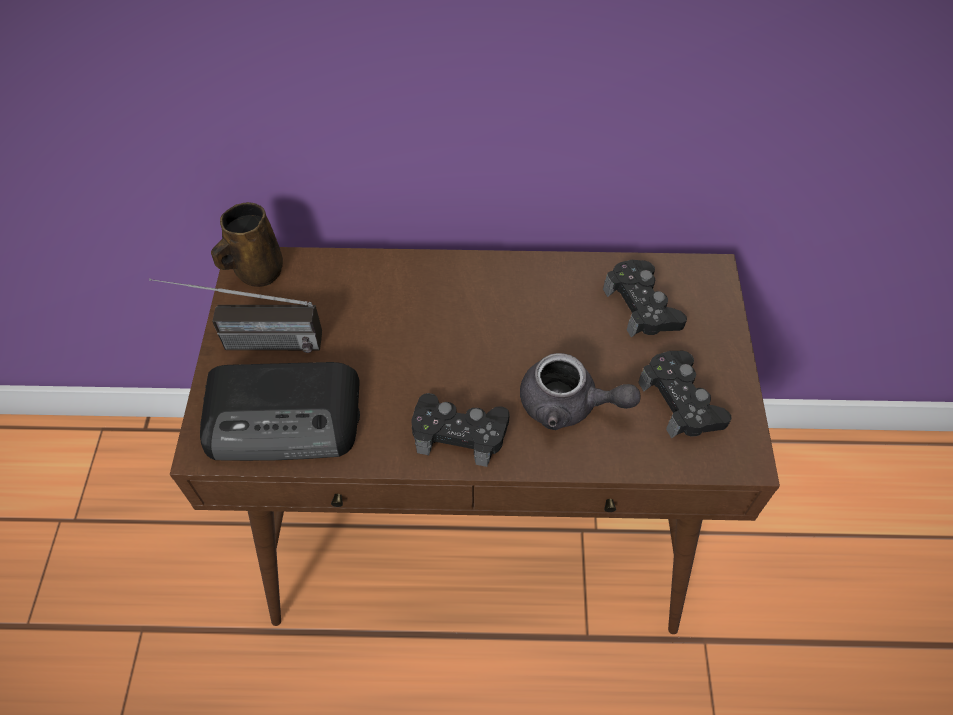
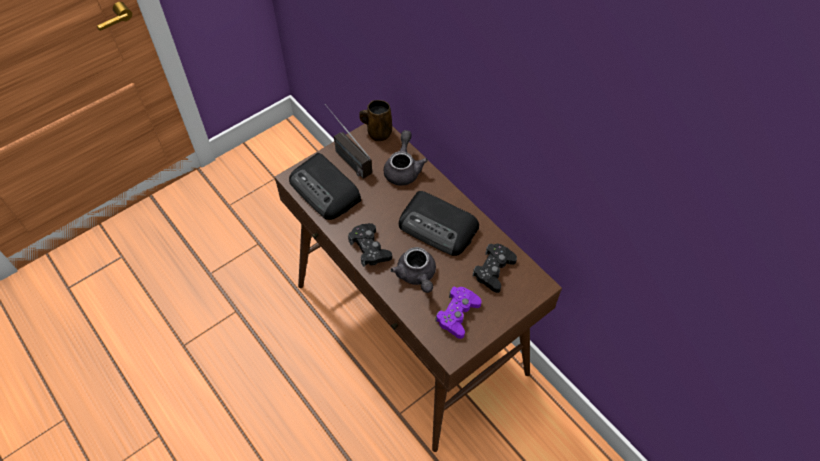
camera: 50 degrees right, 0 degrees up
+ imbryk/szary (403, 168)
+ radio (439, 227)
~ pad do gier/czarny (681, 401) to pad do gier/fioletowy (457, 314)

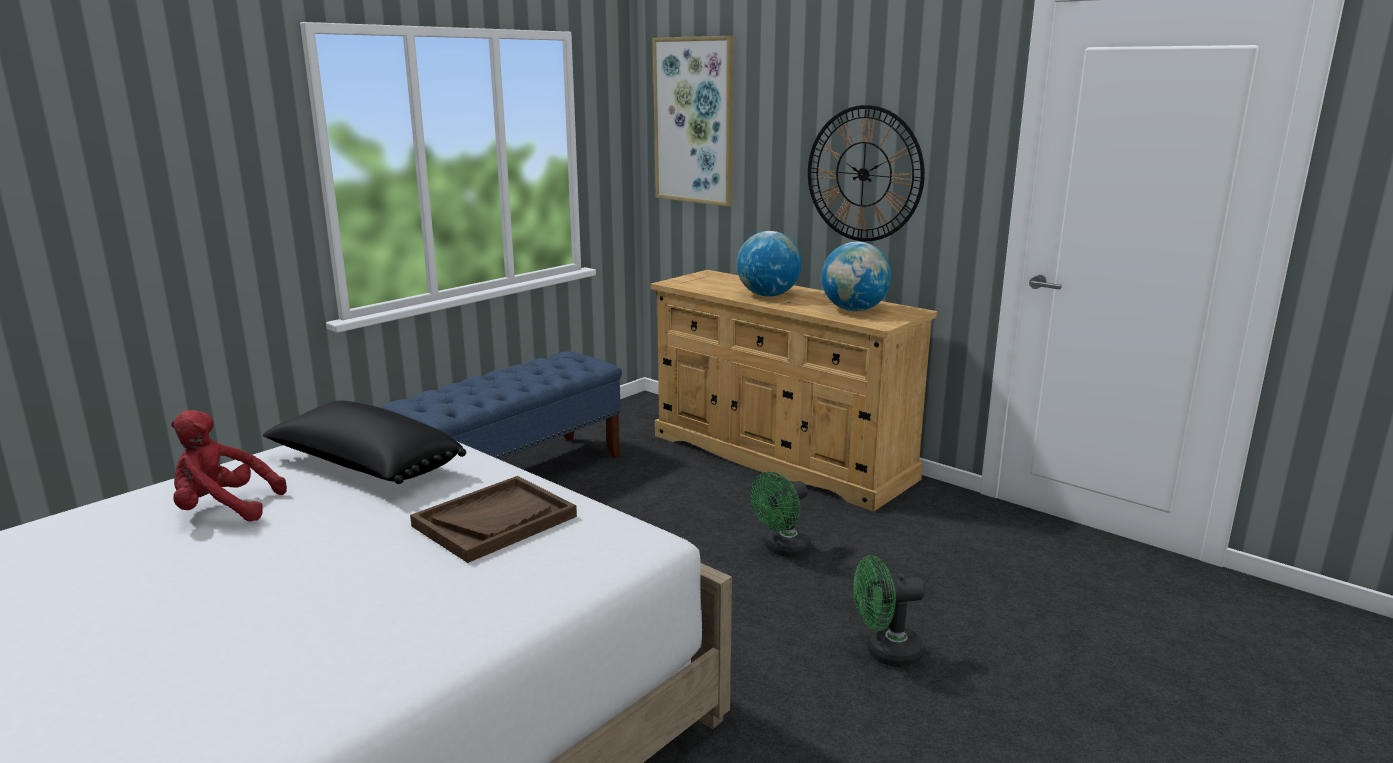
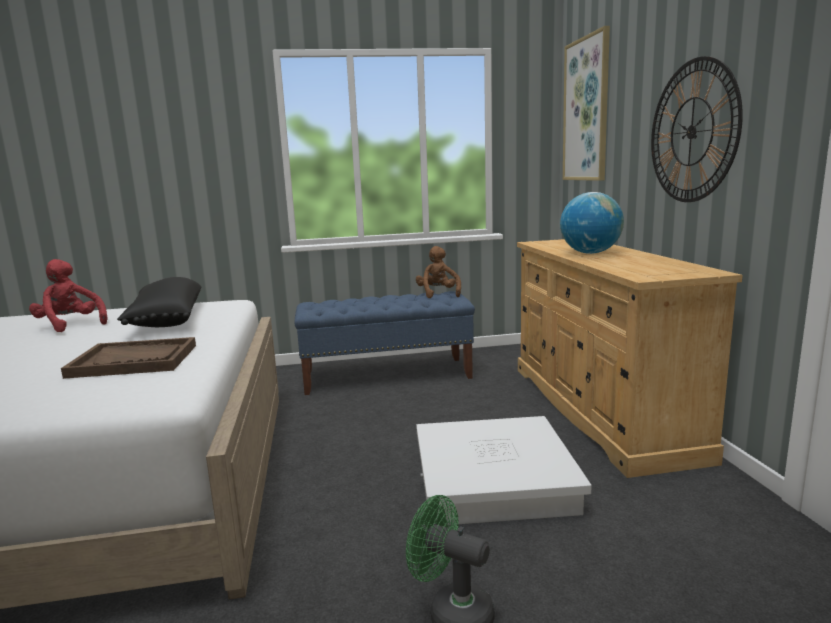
camera: 40 degrees right, 5 degrees down
- globus (854, 310)
+ pluszak/brązowy (438, 294)
~ wentylator/zielony (782, 549) to pojemnik do przechowywania/biały (494, 480)

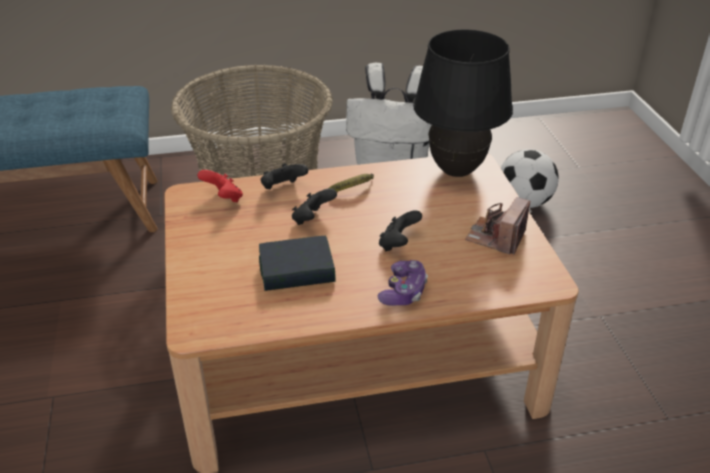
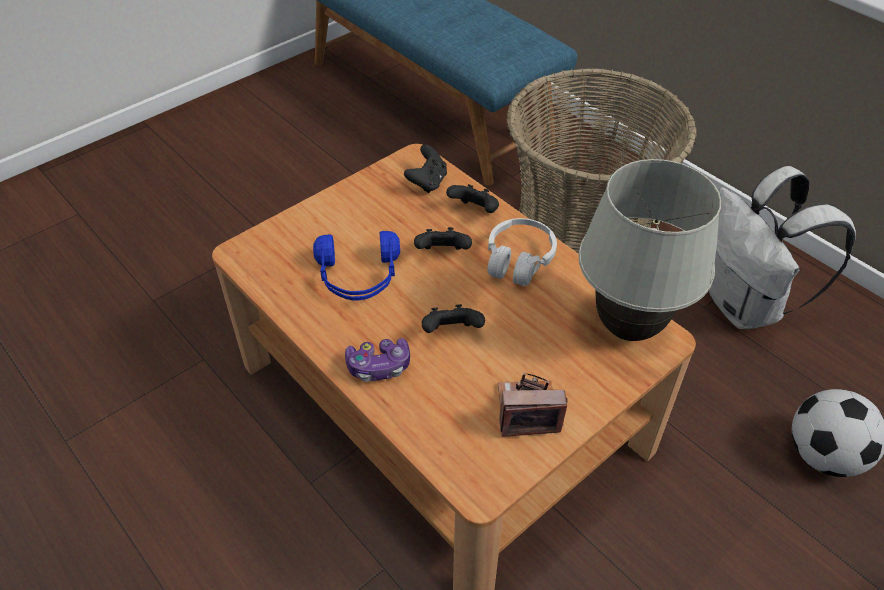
camera: 60 degrees right, 10 degrees up
~ książka (296, 270) to słuchawki/niebieski (358, 277)
~ banan (354, 189) to słuchawki/biały (519, 260)
~ pad do gier/czerwony (223, 198) to pad do gier/czarny (427, 182)
~ lampa stołowa/czarny (456, 171) to lampa stołowa/biały (627, 328)

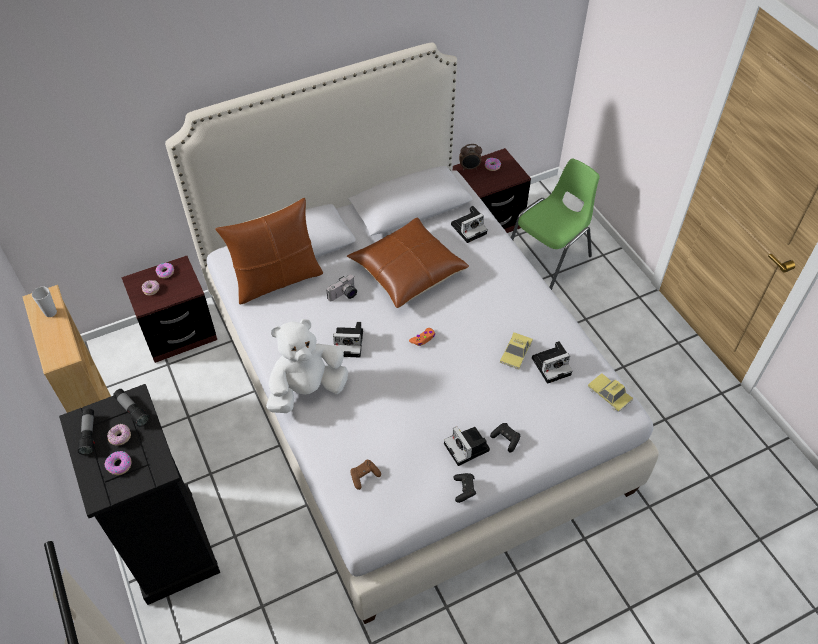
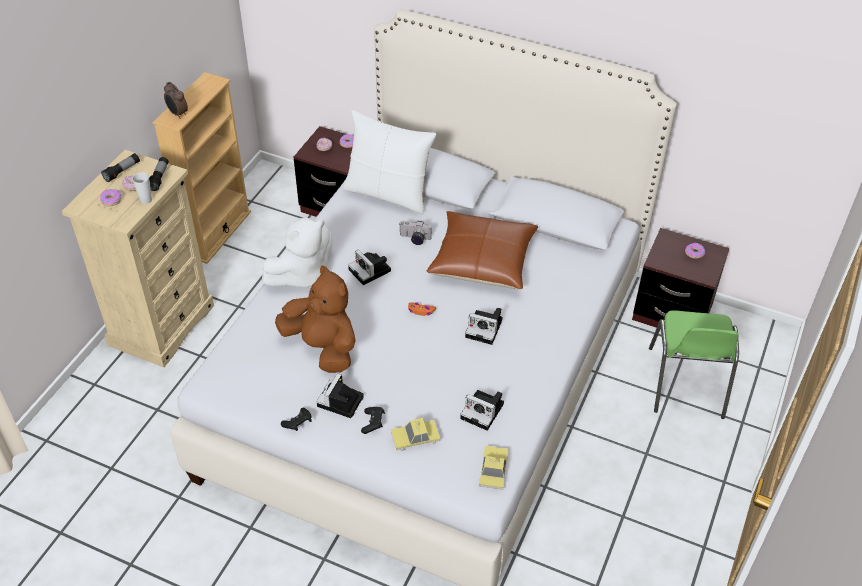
camera: 50 degrees right, 5 degrees down
- pad do gier/brązowy (364, 476)
+ pluszak/brązowy (322, 347)
~ filiżanka (50, 312) to (146, 200)
~ aparat fotograficzny (469, 228) to (485, 328)
~ budzik (469, 168) to (177, 114)
~ samochodzik (515, 353) to (415, 438)
~ komoda/czarny (169, 545) to komoda/beżowy (161, 324)
~ poduszka/brązowy (277, 280) to poduszka/biały (388, 194)
~ pluszak/biały (307, 390) = (302, 275) 120 degrees clockwise
~ krzesło/zielony (549, 258) = (686, 384) 90 degrees clockwise

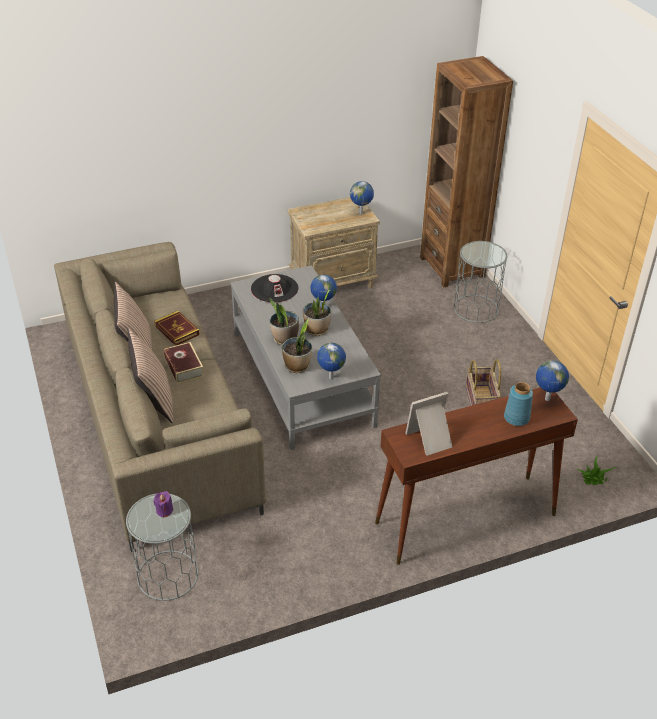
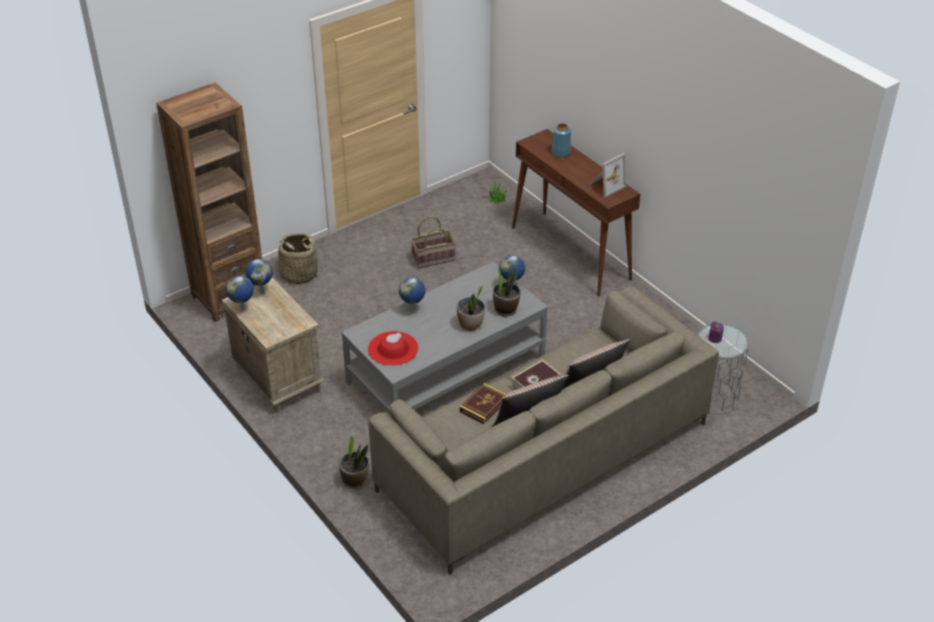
camera: 105 degrees left, 0 degrees up
~ roślina doniczkowa (317, 330) to (355, 480)
~ globus (546, 399) to (243, 309)
~ stolik/szary (476, 309) to koszyk (298, 274)
~ kapelusz/czarny (274, 288) to kapelusz/czerwony (393, 348)
~ ramka na zdjęcie (431, 440) = (605, 185) 90 degrees counterclockwise

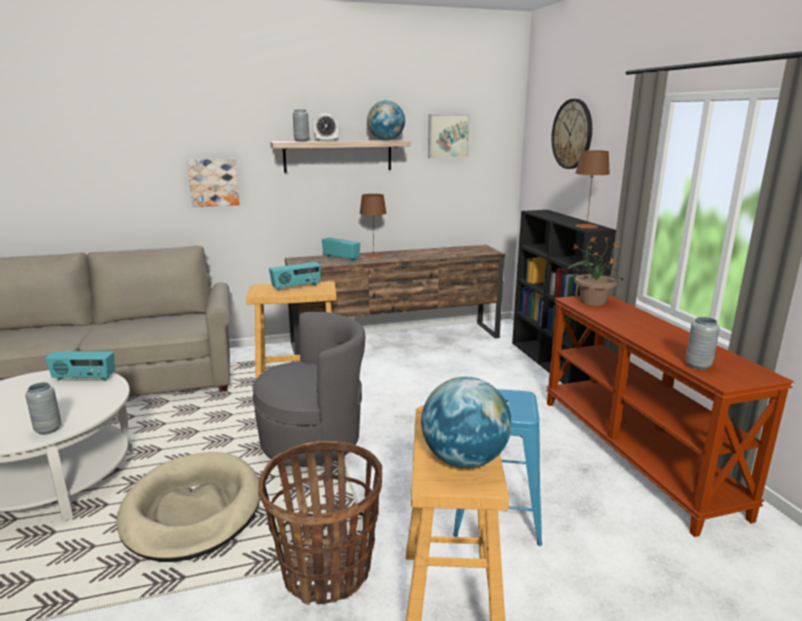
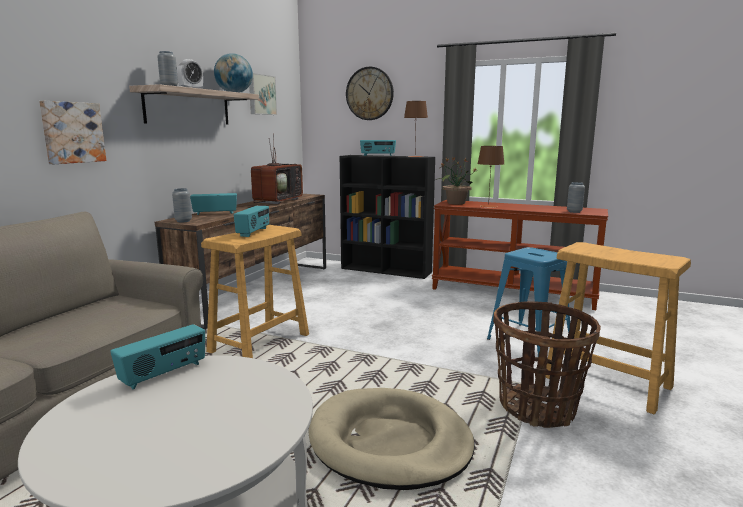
camera: 50 degrees left, 5 degrees down
- fotel/szary (313, 441)
- globus (464, 460)
+ telewizor (278, 200)
+ radio (377, 155)
~ wazon/szary (48, 429) to (183, 221)
~ lampa stołowa/brązowy (373, 255) to (488, 206)

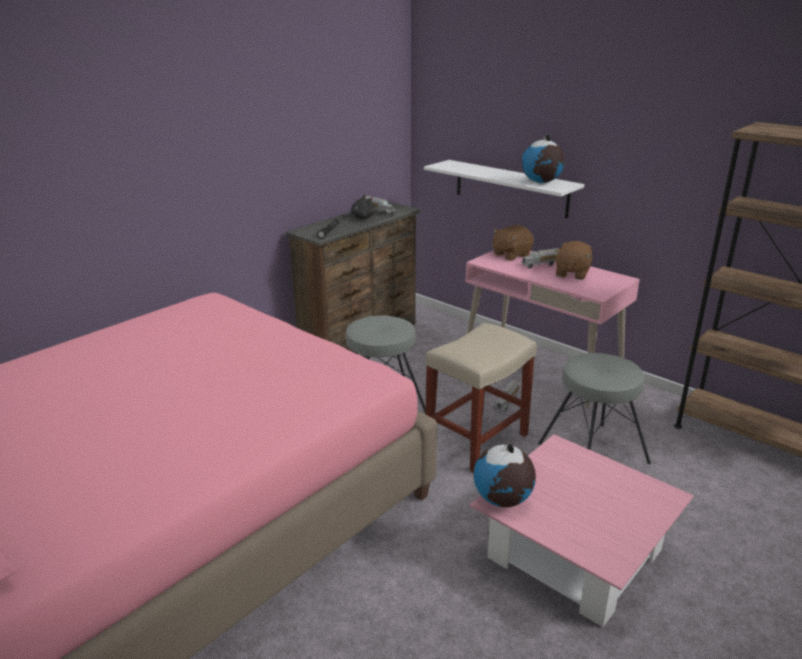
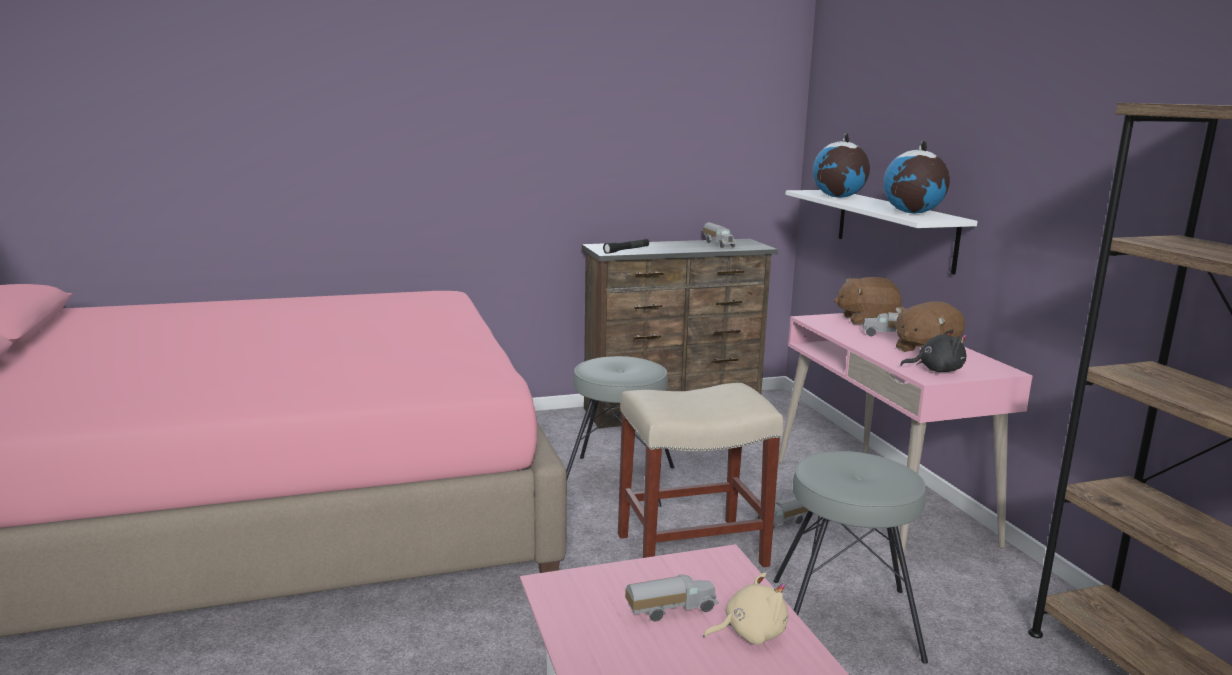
camera: 30 degrees right, 10 degrees down
+ ciężarówka zabawkowa (670, 610)
+ pluszak/beżowy (750, 633)
~ pluszak/czarny (361, 218) to (936, 370)
~ globus (502, 500) to (838, 197)

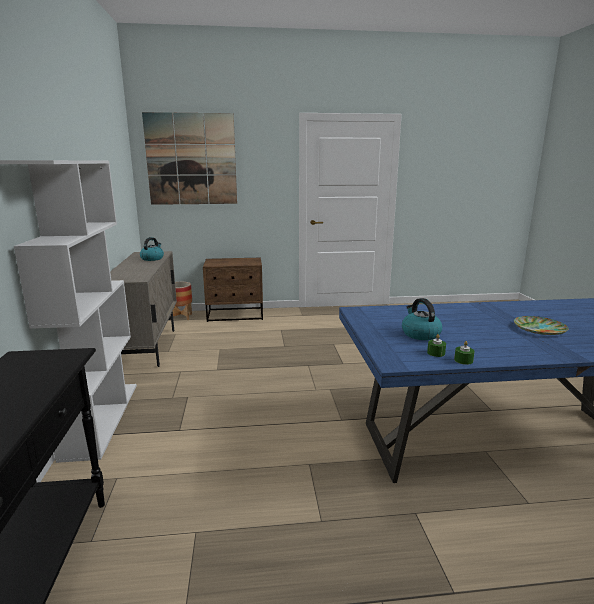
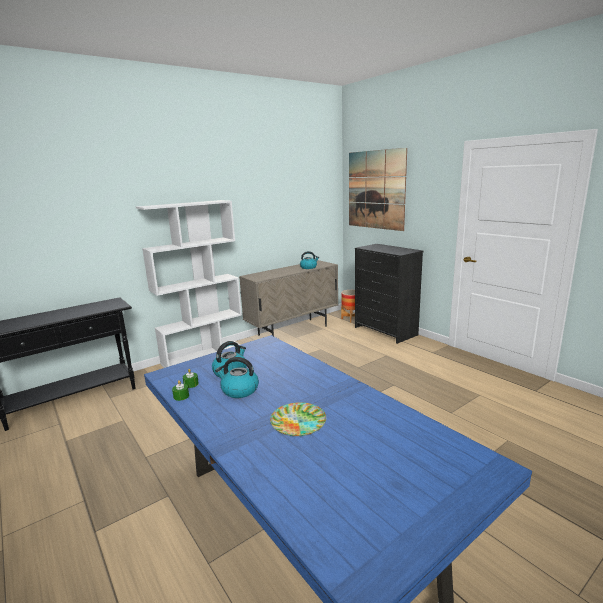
camera: 60 degrees right, 0 degrees up
+ czajnik (239, 390)
~ szafka nocna/brązowy (235, 315) to komoda/czarny (385, 331)

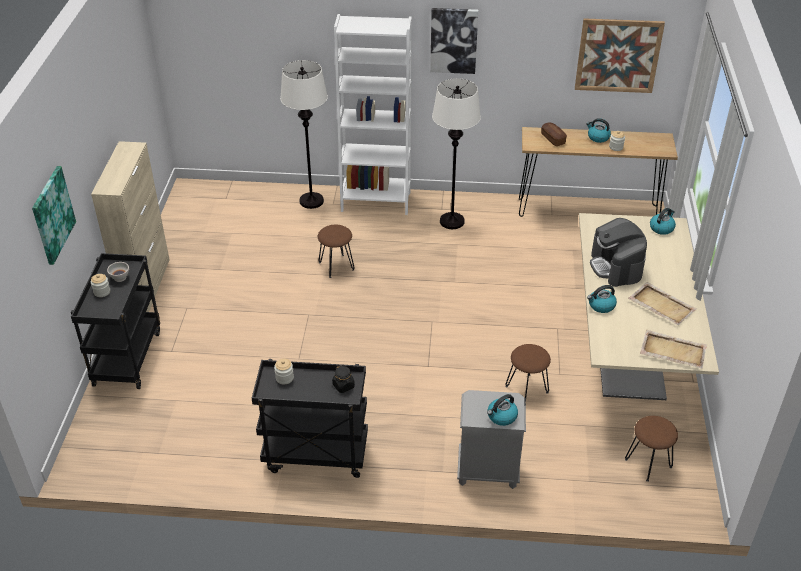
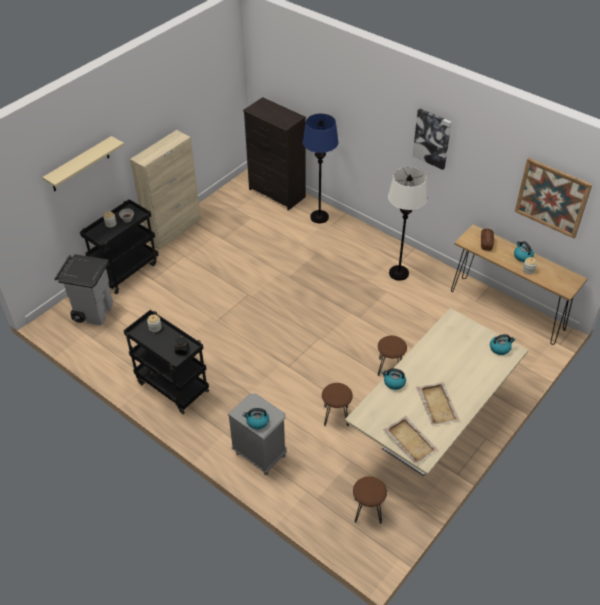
camera: 35 degrees right, 5 degrees up
- regał/biały (376, 201)
- ekspres do kawy (616, 267)
+ kosz na śmieci/szary (93, 311)
+ komoda/czarny (277, 194)
~ stołek/brązowy (336, 266) to (389, 367)
~ obraz (52, 215) to półka/beżowy (80, 164)
~ lampa stojąca/biały (311, 201) to lampa stojąca/niebieski (319, 217)

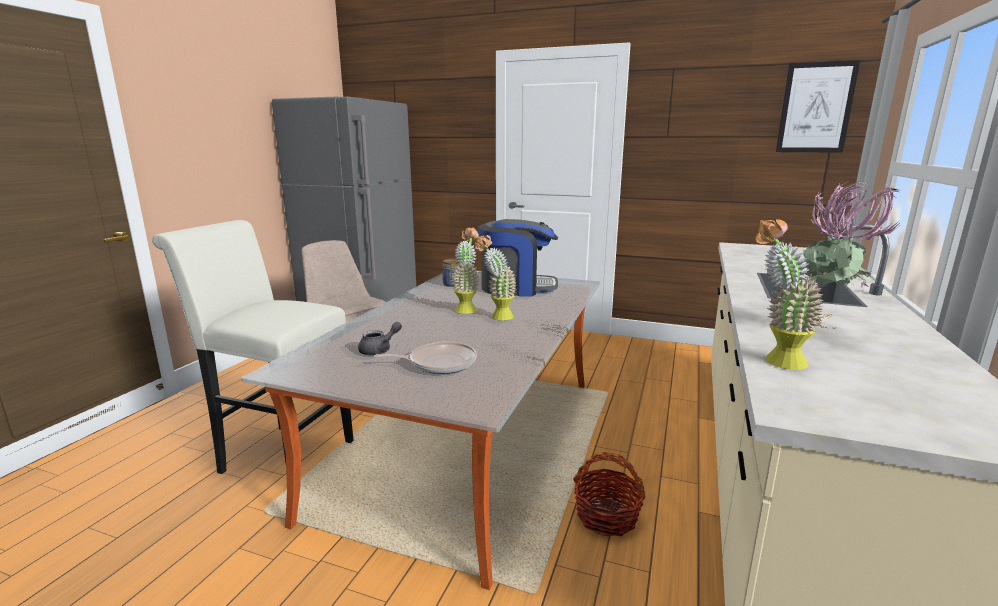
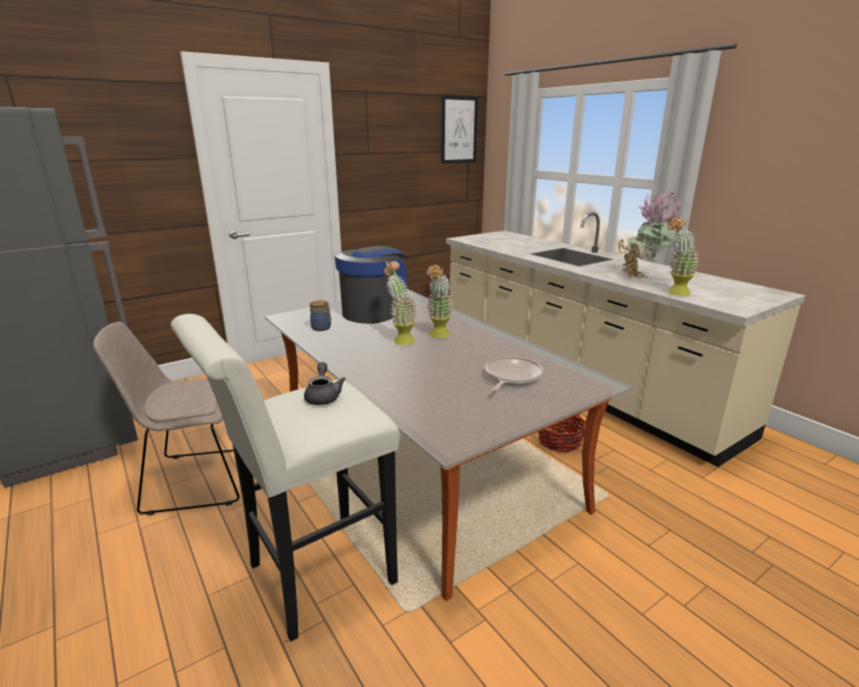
camera: 55 degrees left, 5 degrees up
~ imbryk/szary (380, 350) to (323, 396)

